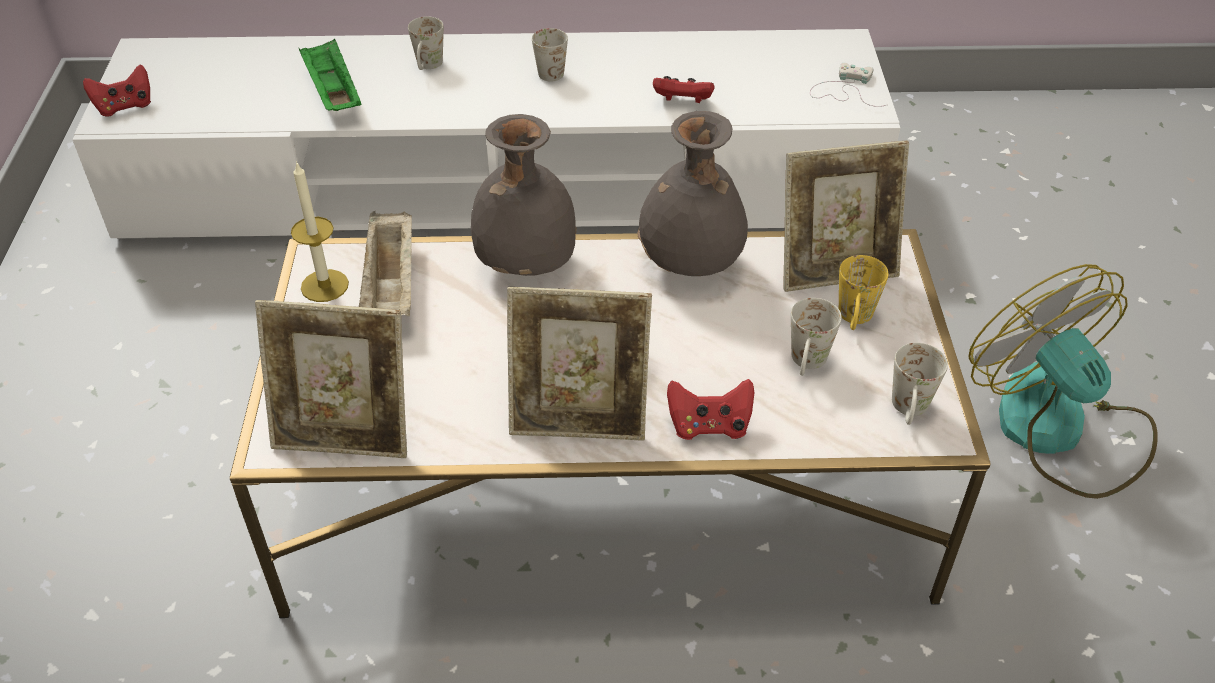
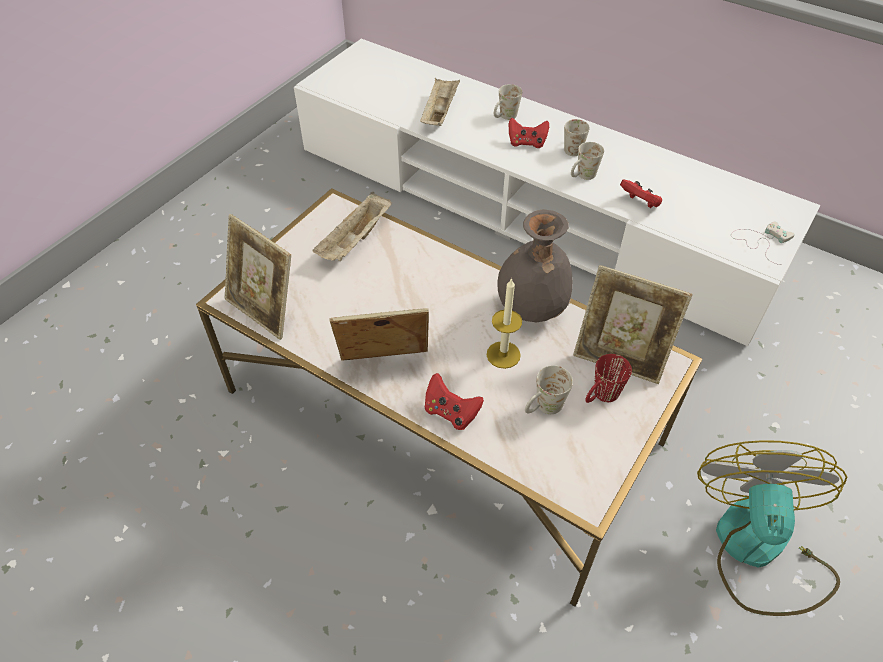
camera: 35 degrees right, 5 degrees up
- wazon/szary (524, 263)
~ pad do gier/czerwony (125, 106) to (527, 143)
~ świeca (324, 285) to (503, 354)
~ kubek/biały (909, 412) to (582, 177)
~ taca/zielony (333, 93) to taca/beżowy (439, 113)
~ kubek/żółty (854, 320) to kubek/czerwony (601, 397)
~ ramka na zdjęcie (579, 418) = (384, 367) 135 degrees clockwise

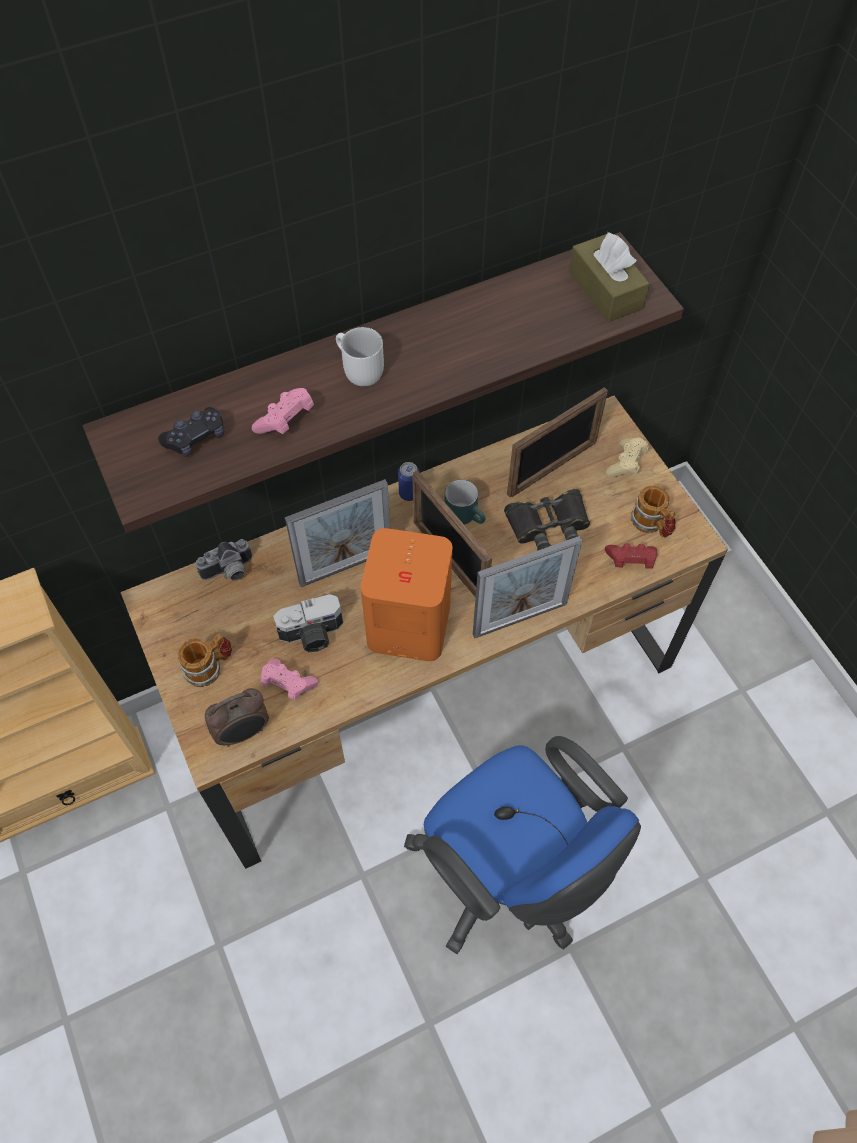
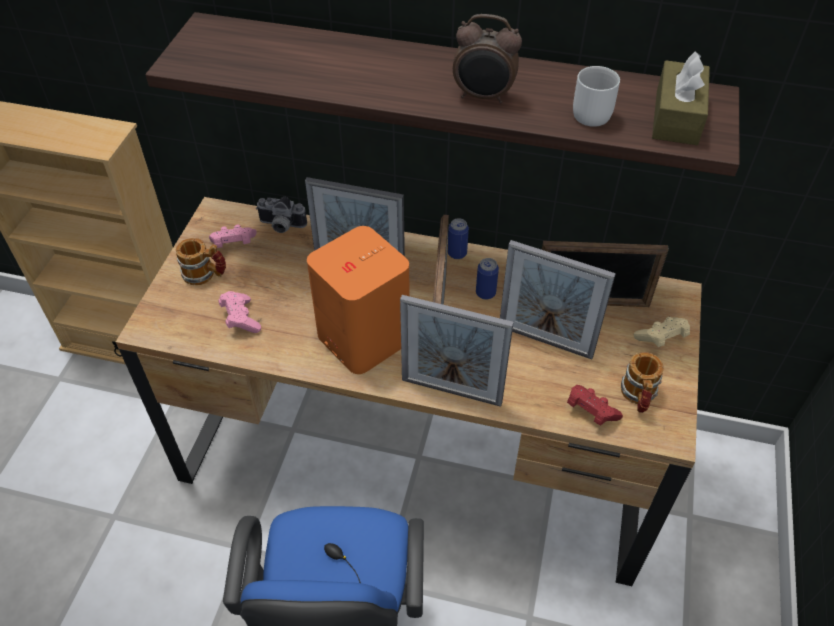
camera: 40 degrees right, 10 degrees down
- pad do gier/czarny (196, 438)
- aparat fotograficzny (312, 635)
~ budzik (243, 732) to (483, 97)
~ pad do gier/różowy (286, 421) to (233, 244)
~ kubek/biały (357, 371) to (587, 112)
~ kubek/turkusowy (466, 515) to puszka (485, 293)
~ lornetka/czarny (548, 525) to ramka na zdjęcie (545, 341)

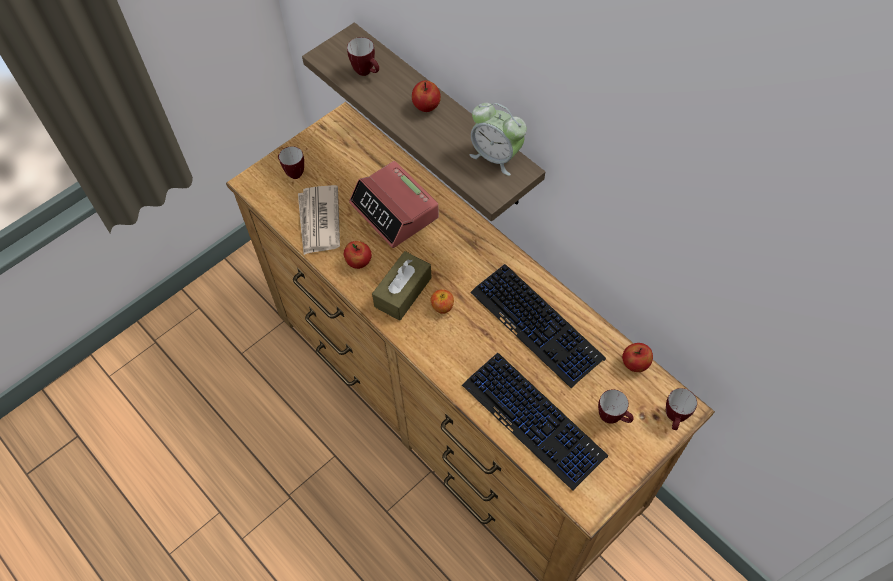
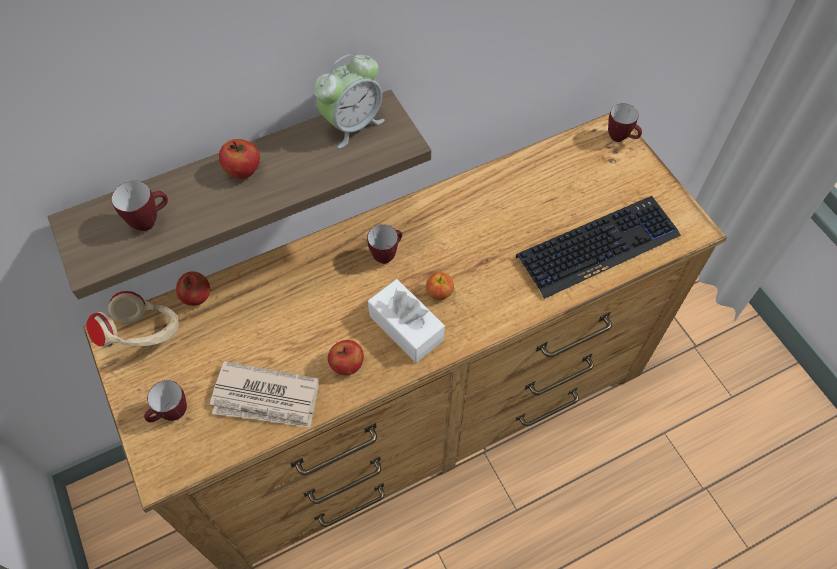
camera: 75 degrees left, 0 degrees up
- budzik (395, 211)
- klawiatura (537, 325)
+ słuchawki/beżowy (145, 336)
~ kubek (613, 417) to (386, 254)
~ jabłko (634, 364) to (197, 297)
~ pudełko chusteczek/brązowy (403, 292) to pudełko chusteczek/biały (406, 327)

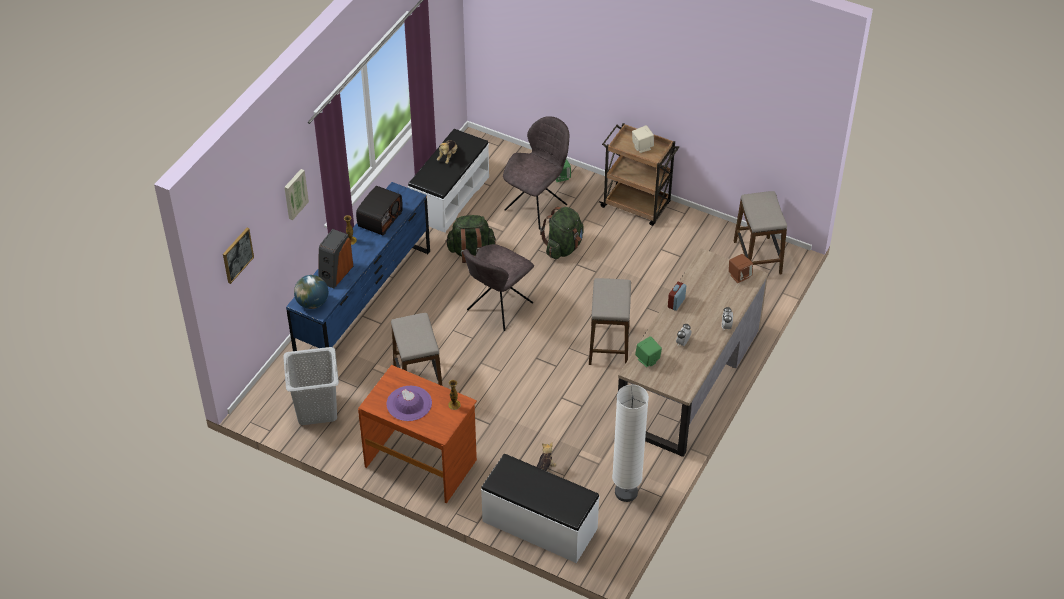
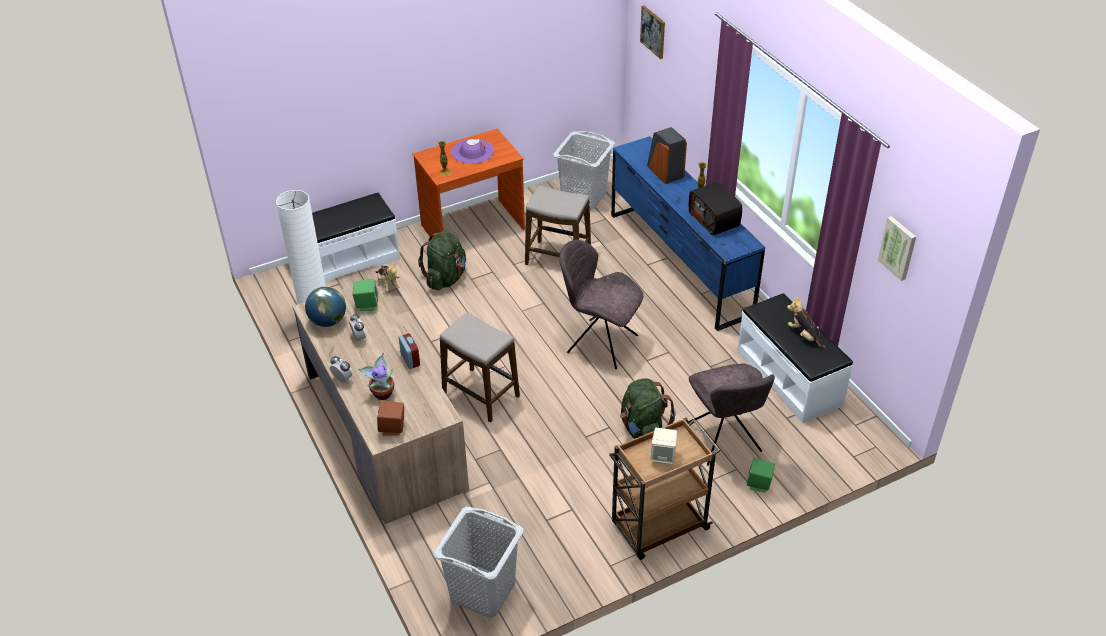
camera: 125 degrees right, 5 degrees down
+ roślina doniczkowa (382, 393)
~ obraz (294, 193) to (898, 247)
~ globus (313, 303) to (328, 321)
~ plecak/zielony (471, 251) to (446, 278)
~ stołek (757, 257) to kosz na pranie/szary (482, 592)
~ krzesło/szary (498, 308) = (600, 343) 45 degrees counterclockwise

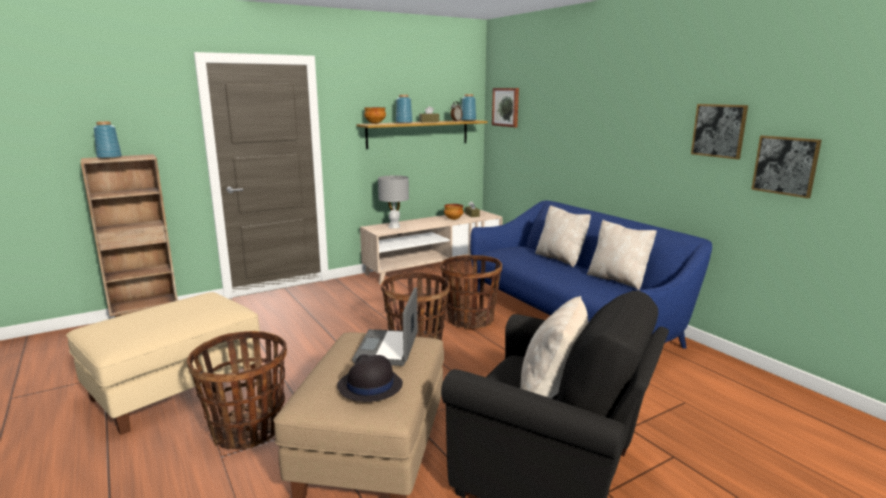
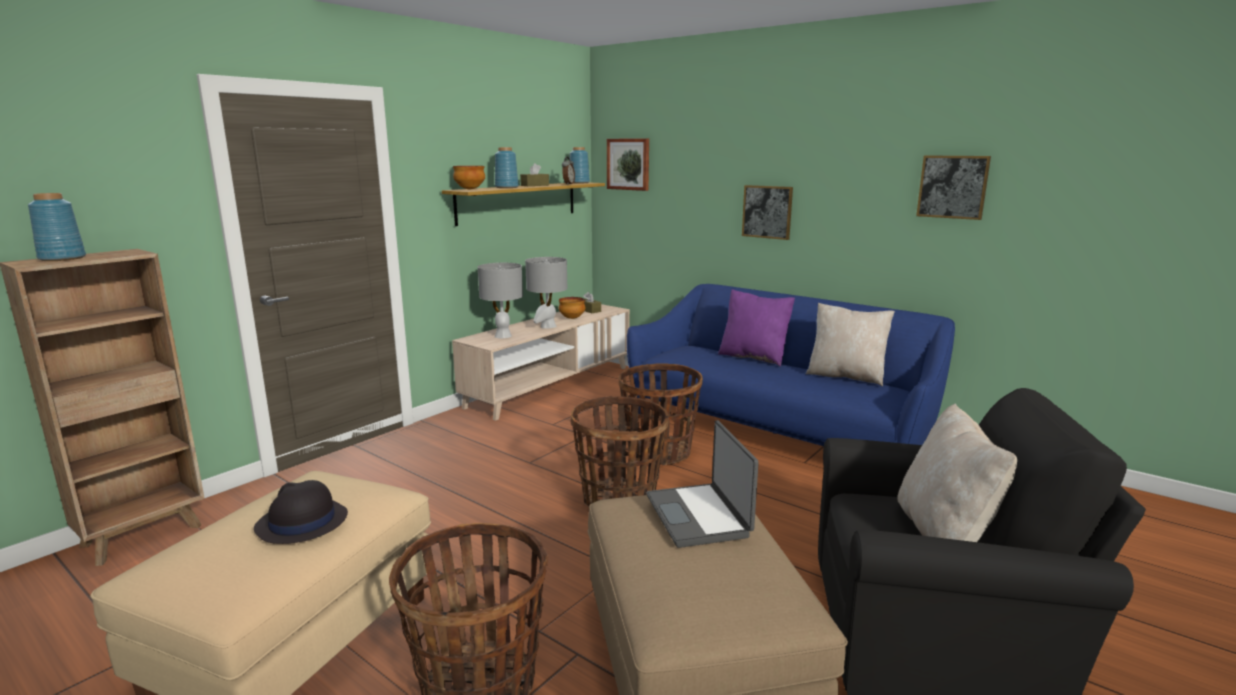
camera: 20 degrees left, 0 degrees up
+ lampa stołowa/szary (548, 326)
~ kapelusz/czarny (369, 386) to (301, 522)
~ obraz (785, 165) to (767, 212)
~ poduszka/beżowy (560, 259) to poduszka/fioletowy (754, 357)

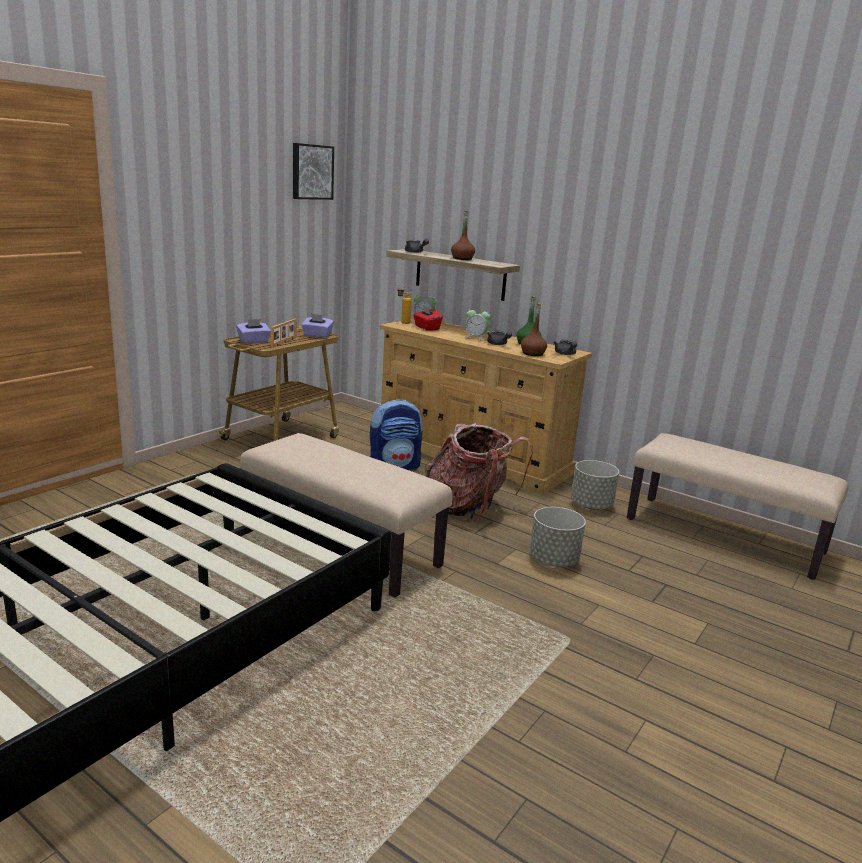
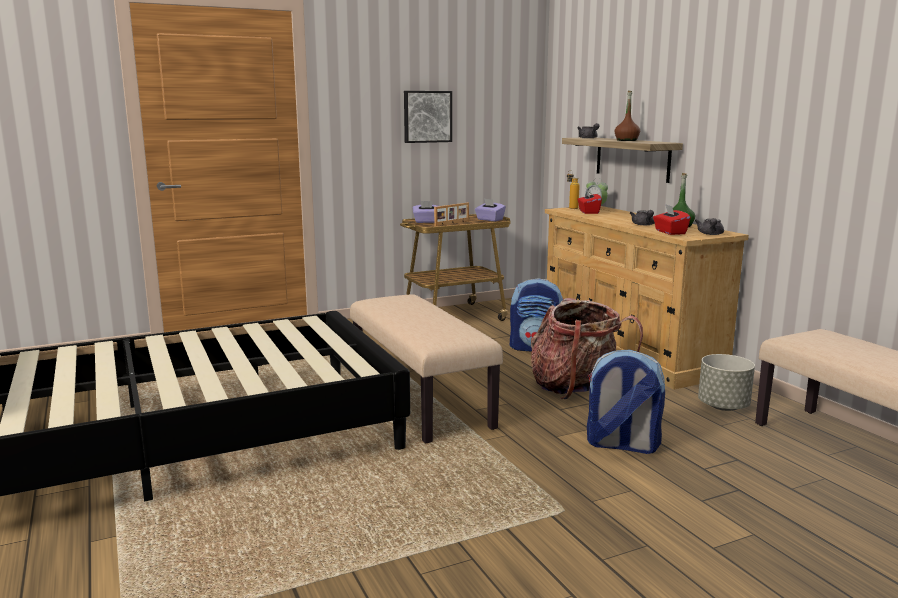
camera: 30 degrees right, 5 degrees down
- budzik (476, 338)
~ obraz (311, 172) to (427, 116)
~ butelka/brązowy (533, 354) to pudełko chusteczek/czerwony (670, 232)
~ donica/szary (553, 560) to plecak (621, 445)

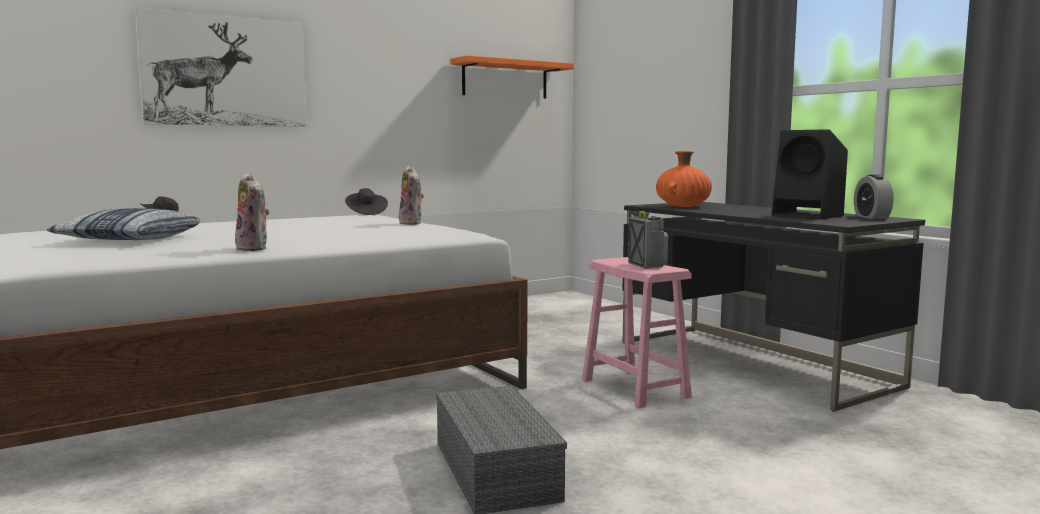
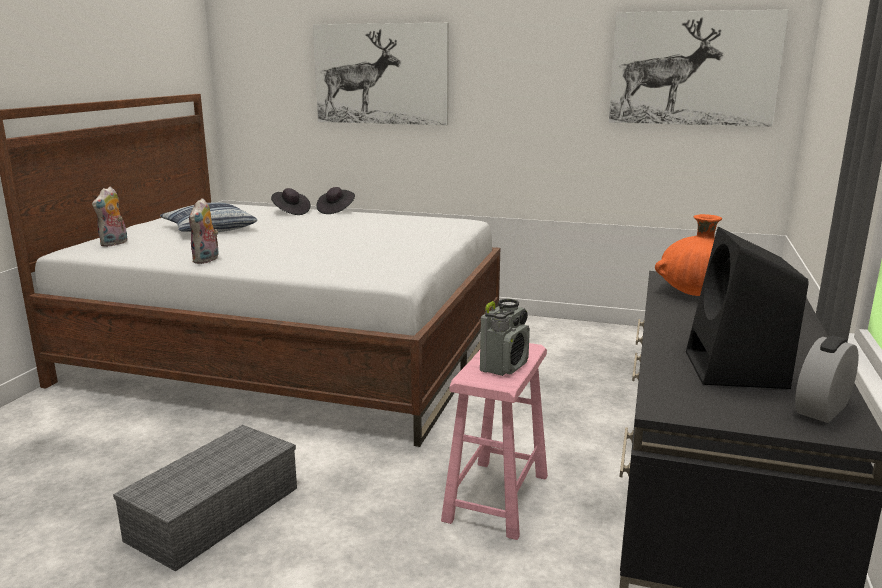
camera: 50 degrees right, 10 degrees up
~ kapelusz/czarny (366, 213) to (336, 210)
~ pluszak (412, 223) to (114, 244)
~ półka/pomarańczowy (505, 79) to obraz (693, 69)

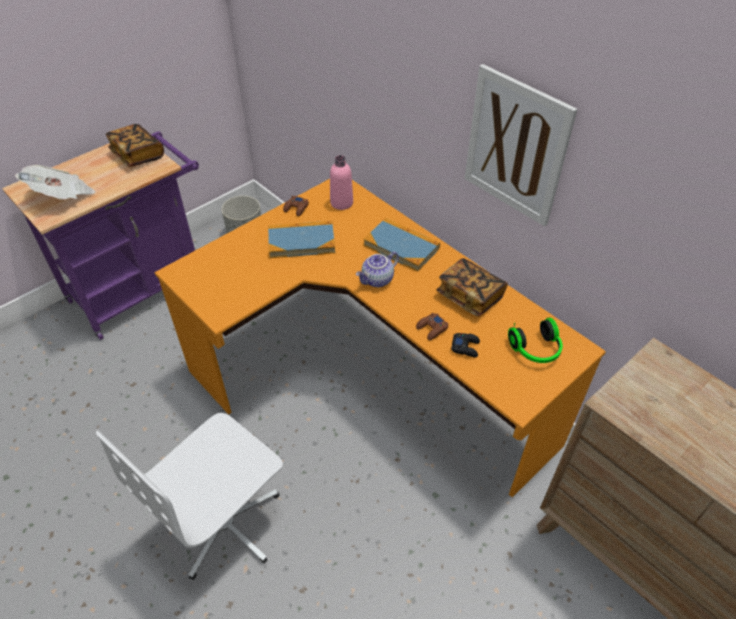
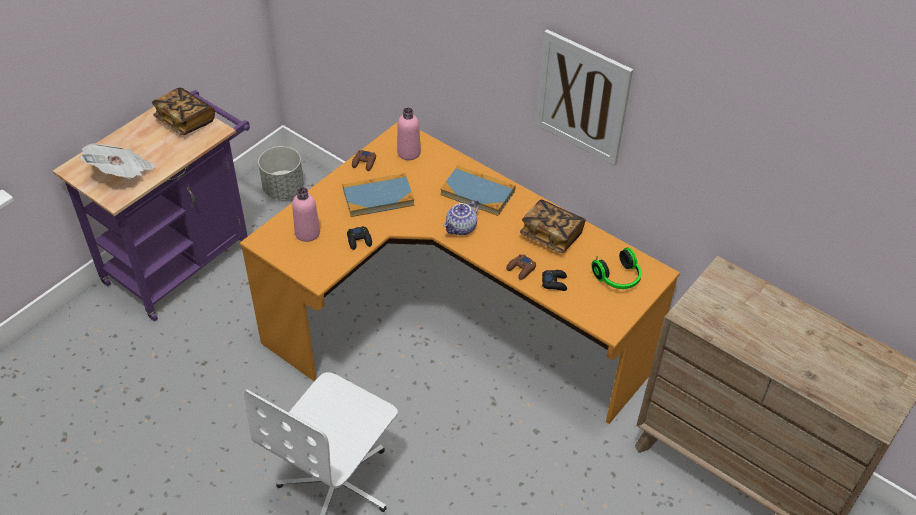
camera: 10 degrees left, 0 degrees up
+ butelka/różowy (307, 233)
+ pad do gier/czarny (359, 240)

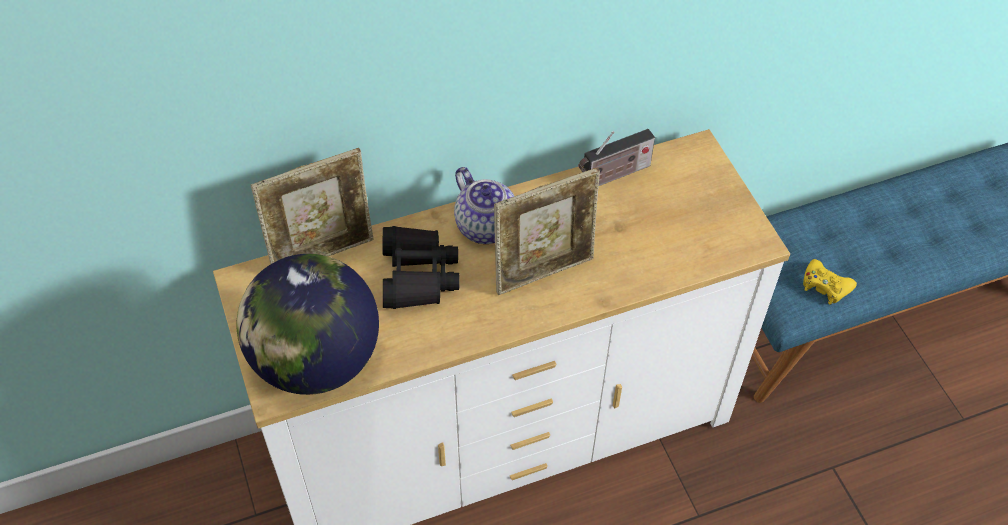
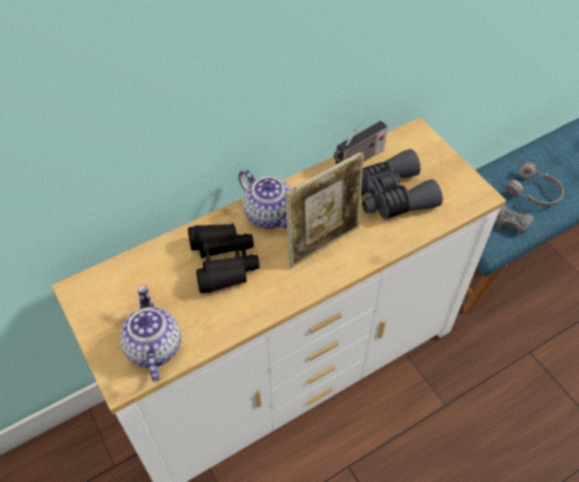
camera: 10 degrees left, 0 degrees up
- ramka na zdjęcie (323, 253)
+ lornetka/szary (391, 196)
+ słuchawki/szary (534, 192)
~ globus (316, 361) to imbryk (153, 347)
~ pad do gier/żółty (825, 286) to pad do gier/szary (511, 223)

